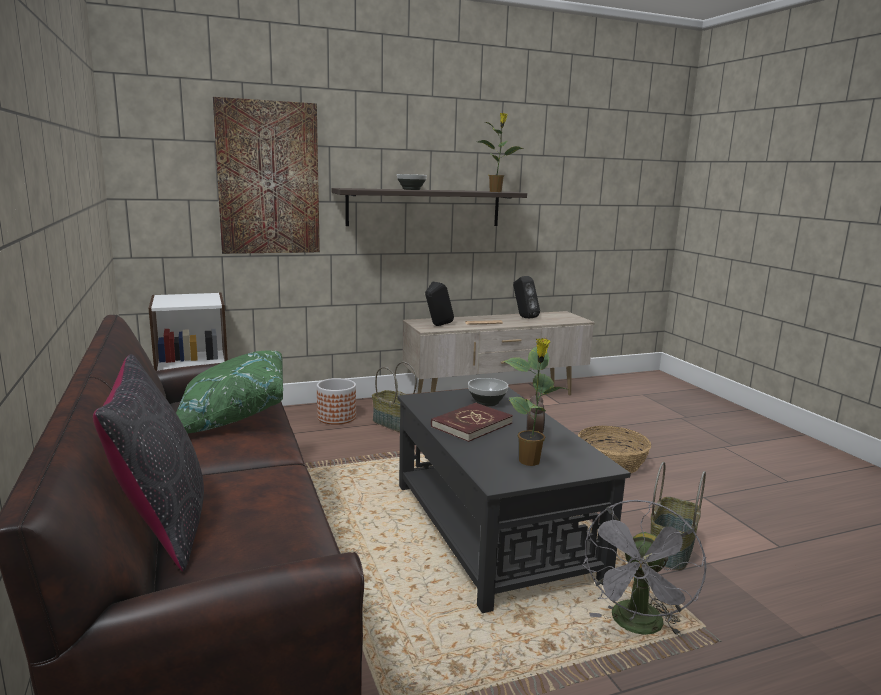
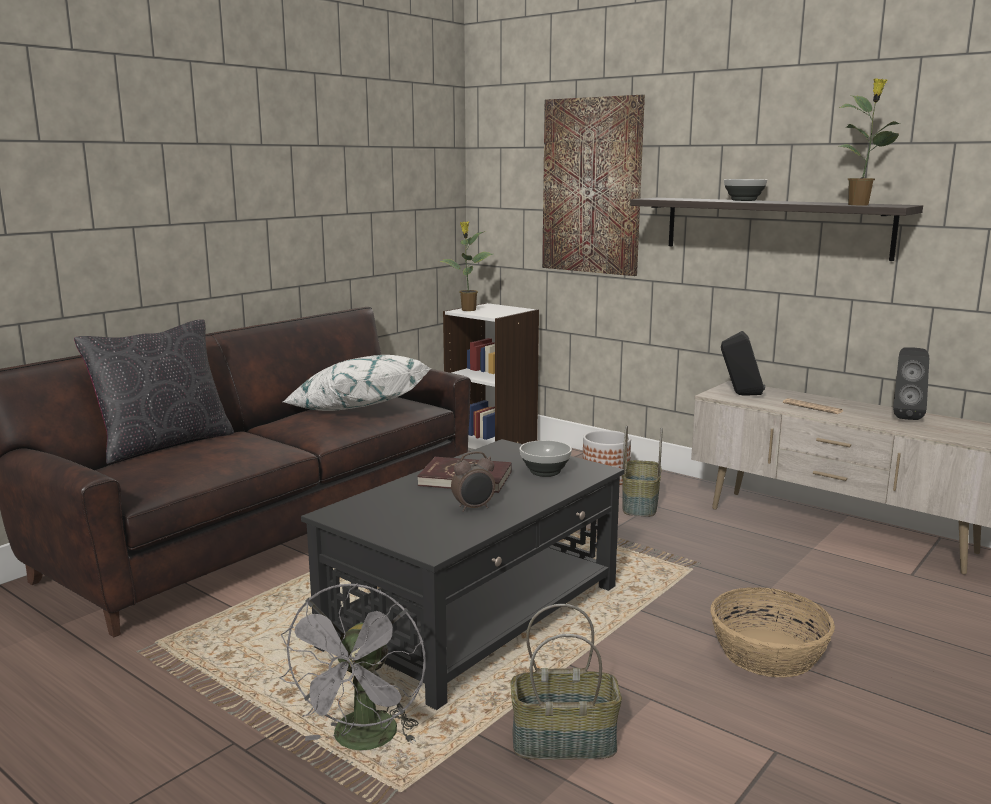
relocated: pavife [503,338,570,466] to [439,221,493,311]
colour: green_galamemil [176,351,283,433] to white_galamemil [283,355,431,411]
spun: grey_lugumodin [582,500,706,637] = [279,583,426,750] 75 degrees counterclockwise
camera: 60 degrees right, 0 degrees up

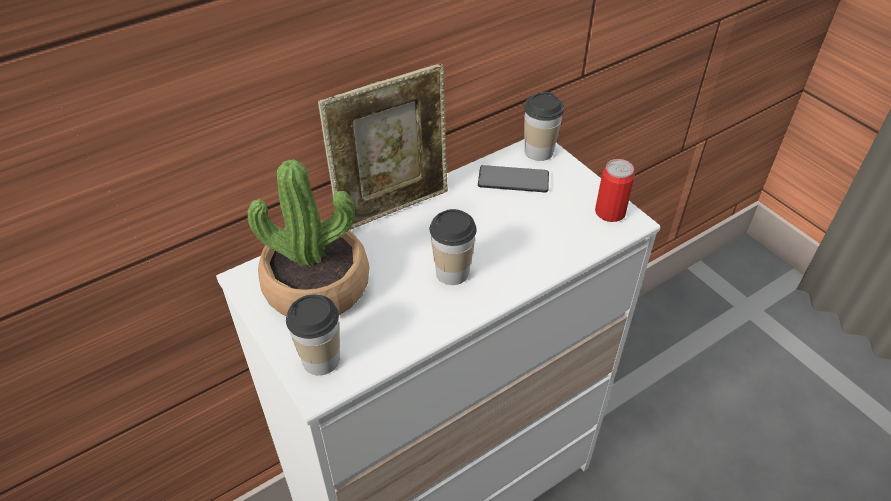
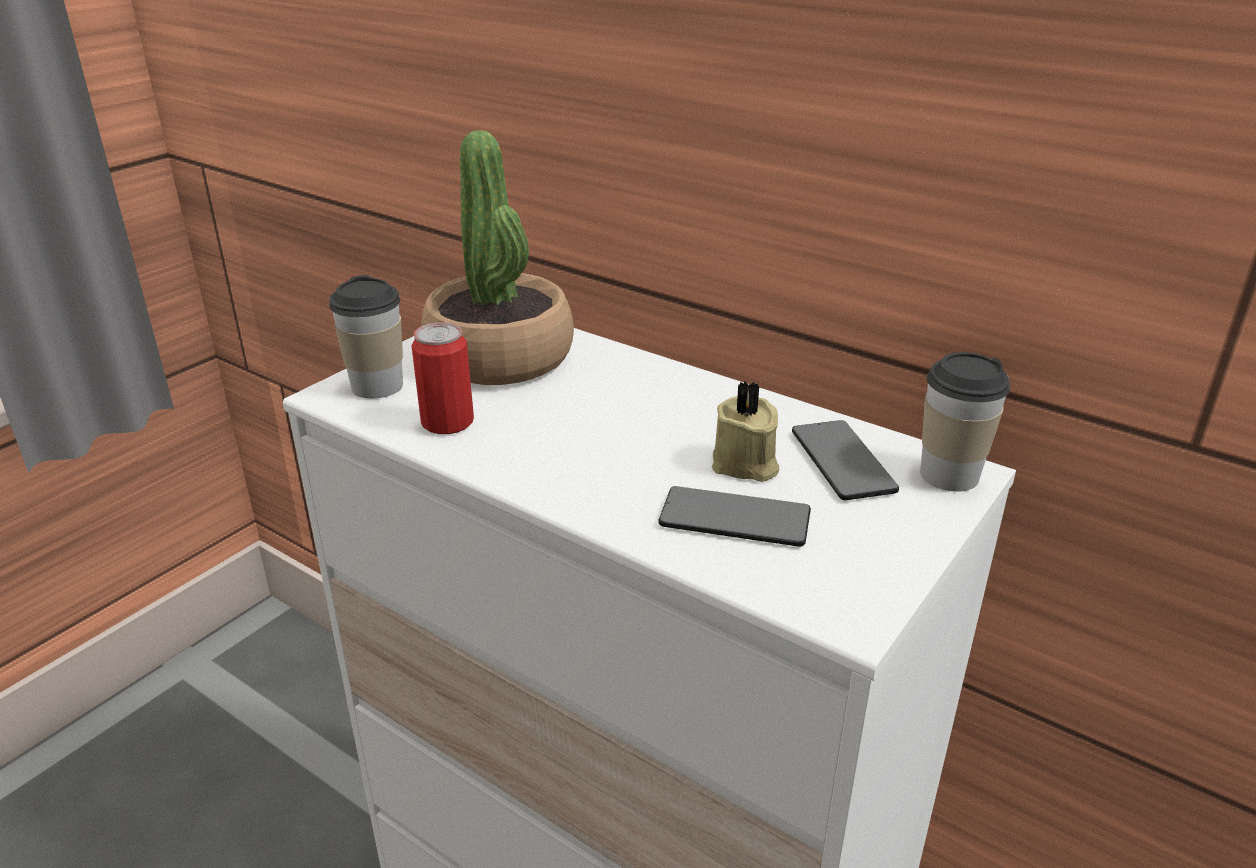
missing: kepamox [318,63,448,230]; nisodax [430,209,477,285]
appeared: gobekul [658,486,811,547]; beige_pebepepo [712,381,779,482]
relocated: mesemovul [595,159,635,222] to [412,322,474,434]
camera: 70 degrees right, 15 degrees down

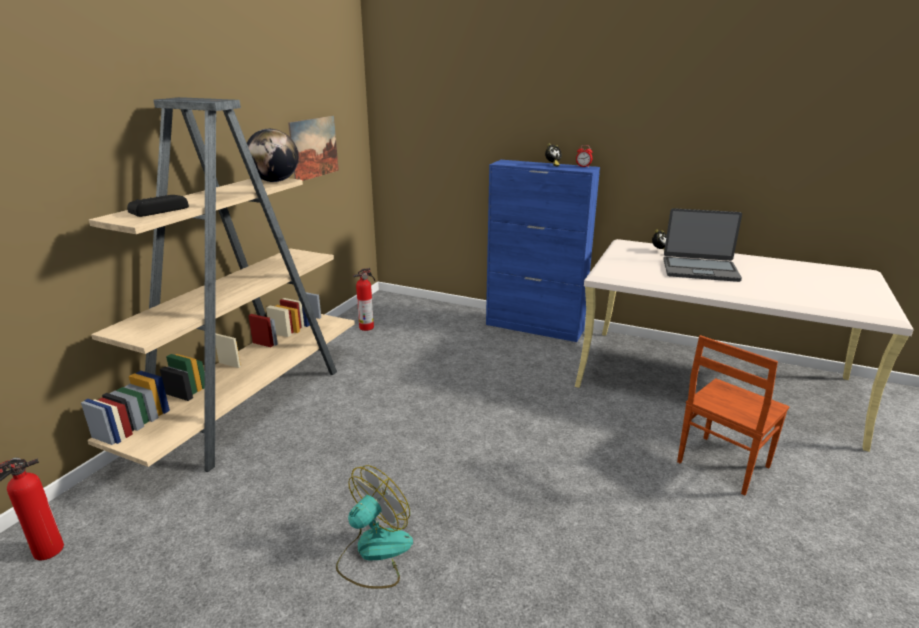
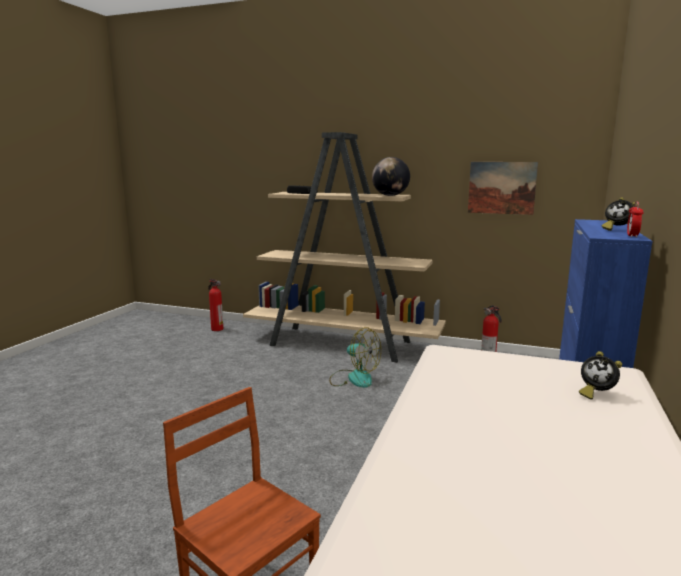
missing: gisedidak [663,208,742,282]
relocated: lugumodin [336,465,413,589] to [329,327,381,388]
camera: 85 degrees right, 10 degrees down

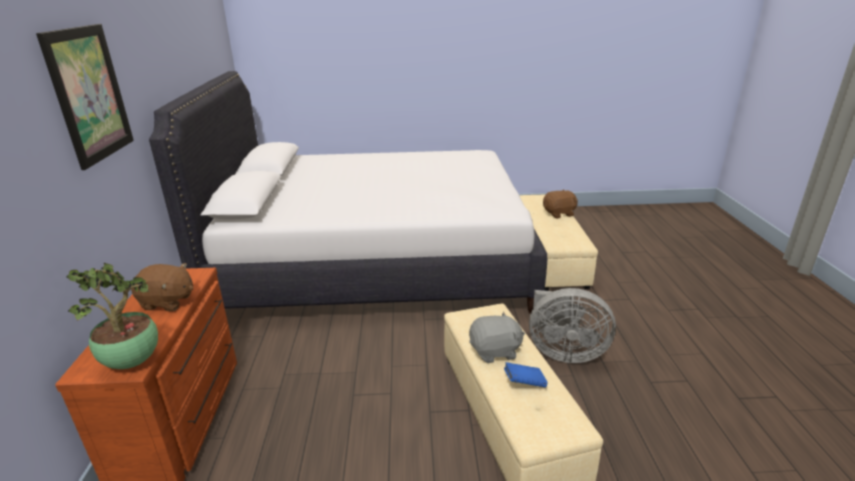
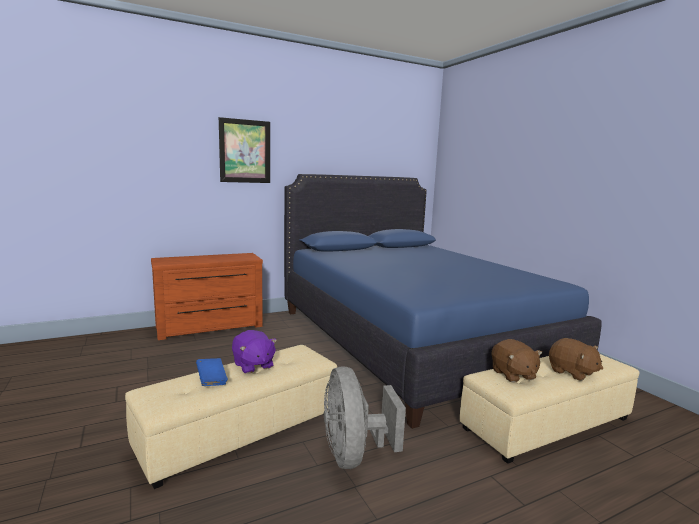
missing: pavife [67,263,158,369]
relocated: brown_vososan [131,263,193,311] to [492,339,542,383]
colour: grey_vososan [469,311,525,363] to purple_vososan [232,330,277,374]; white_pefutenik [149,71,547,314] to blue_pefutenik [284,174,601,429]
camera: 65 degrees right, 15 degrees down

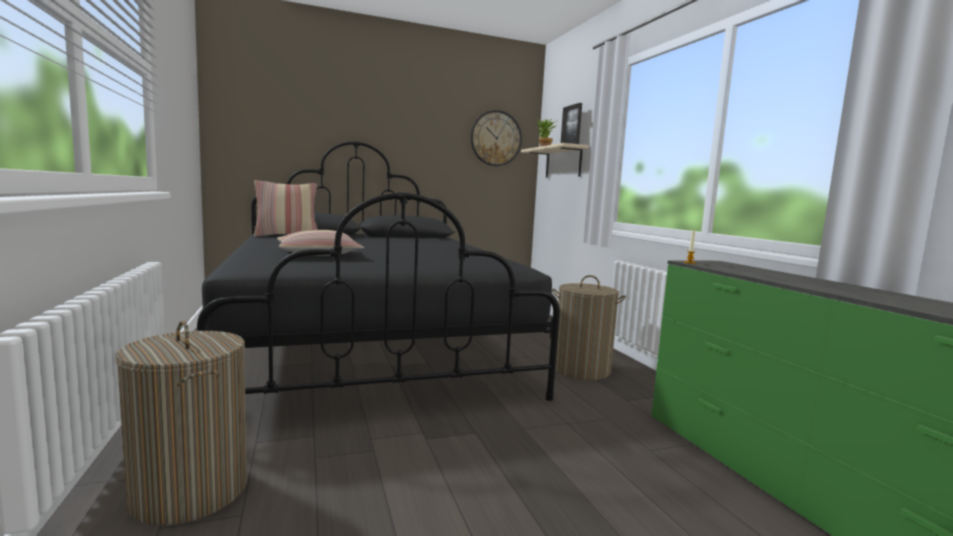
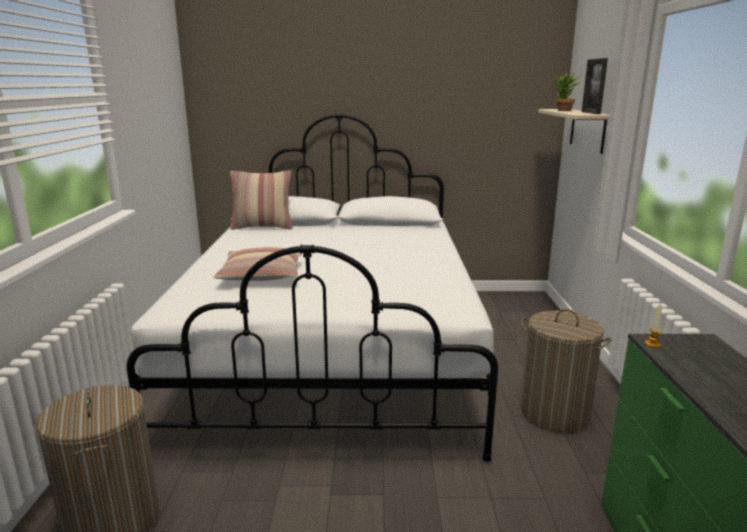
missing: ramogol [470,110,522,166]
colour: black_pefutenik [197,141,560,401] to white_pefutenik [127,114,498,462]
camera: 20 degrees right, 10 degrees up

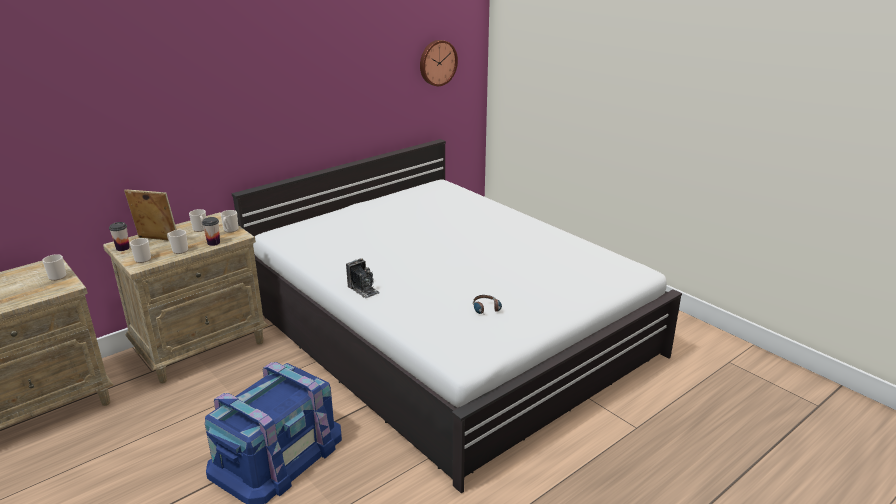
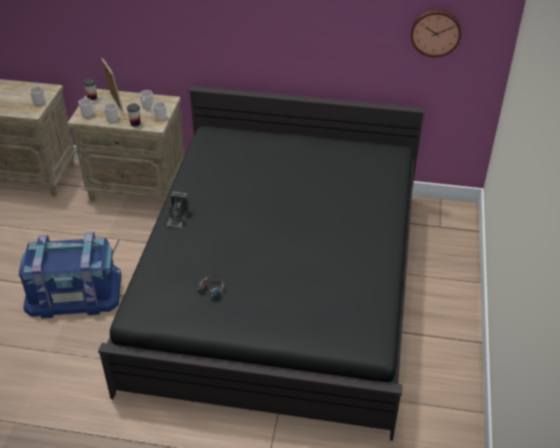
colour: white_pefutenik [232,139,682,493] to black_pefutenik [98,86,425,441]
camera: 50 degrees right, 15 degrees up

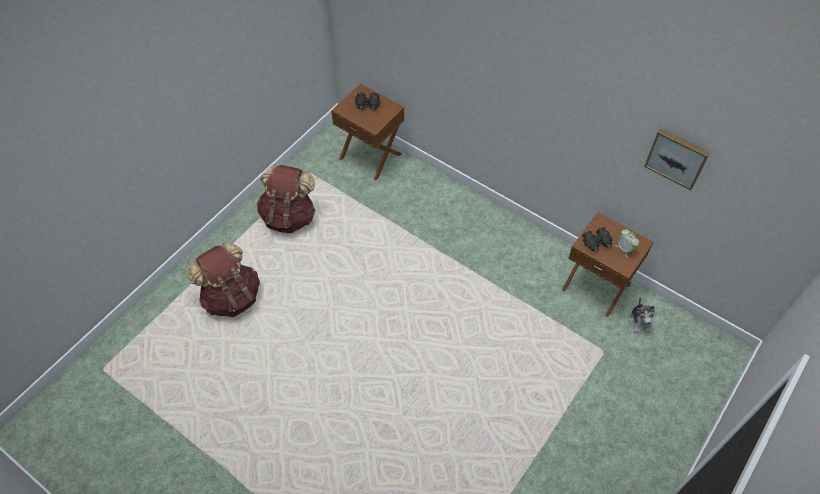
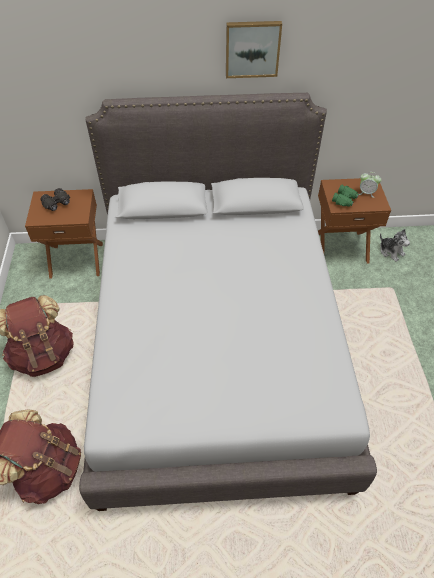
appeared: grey_pefutenik [79,93,377,511]
relocated: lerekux [644,128,710,190] to [226,21,282,78]
colour: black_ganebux [582,227,613,252] to green_ganebux [332,185,359,207]
camera: 40 degrees left, 5 degrees down

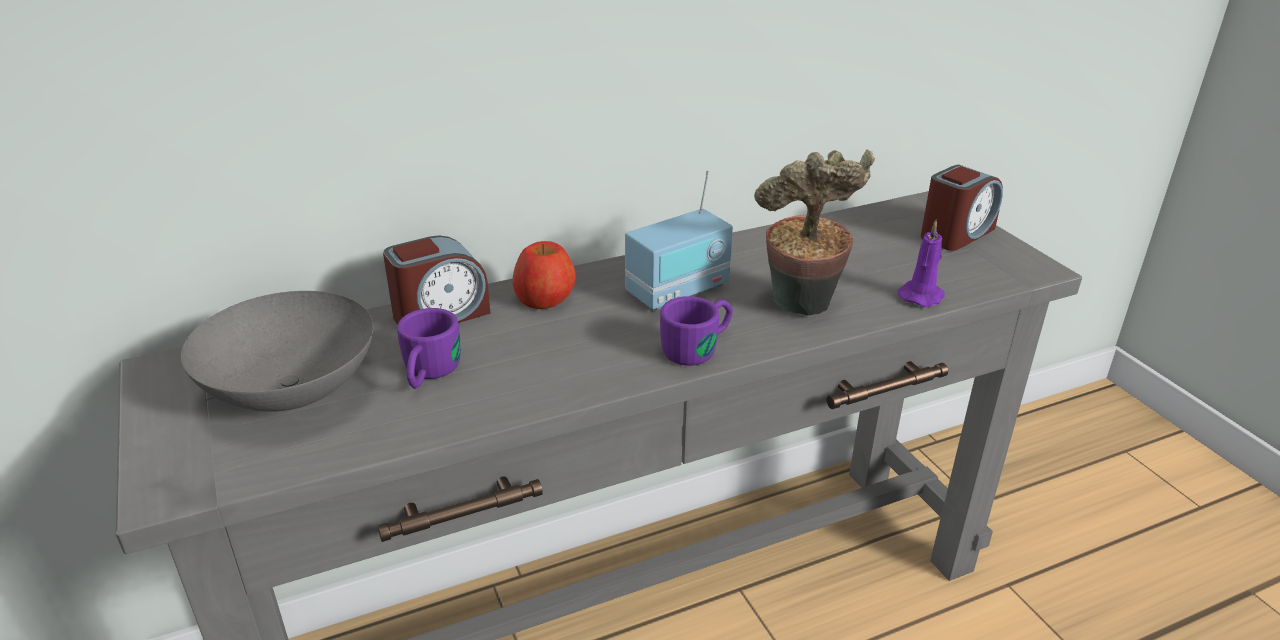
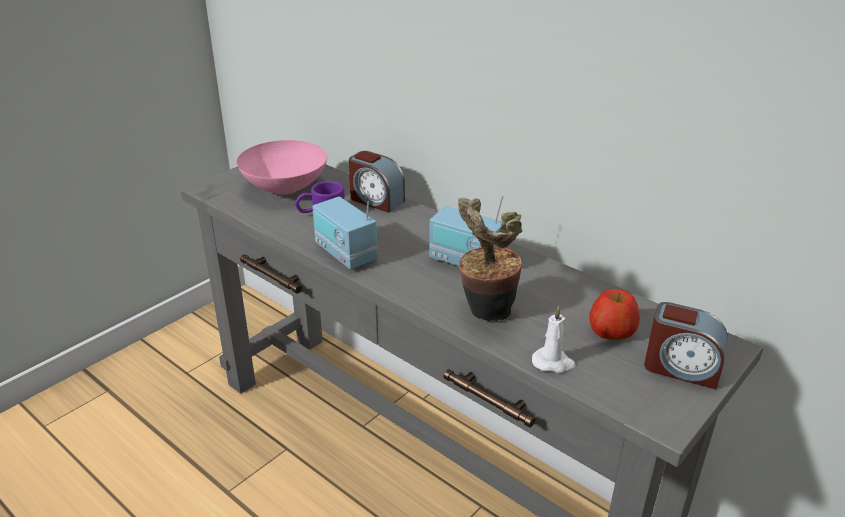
missing: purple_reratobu [660,296,733,366]
appeared: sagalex [312,193,378,270]
relocated: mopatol [513,241,576,309] to [589,289,640,340]
colour: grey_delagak [181,291,374,412] to pink_delagak [237,140,327,195]; purple_pebepepo [898,220,945,307] to white_pebepepo [532,306,575,373]
camera: 65 degrees right, 0 degrees up

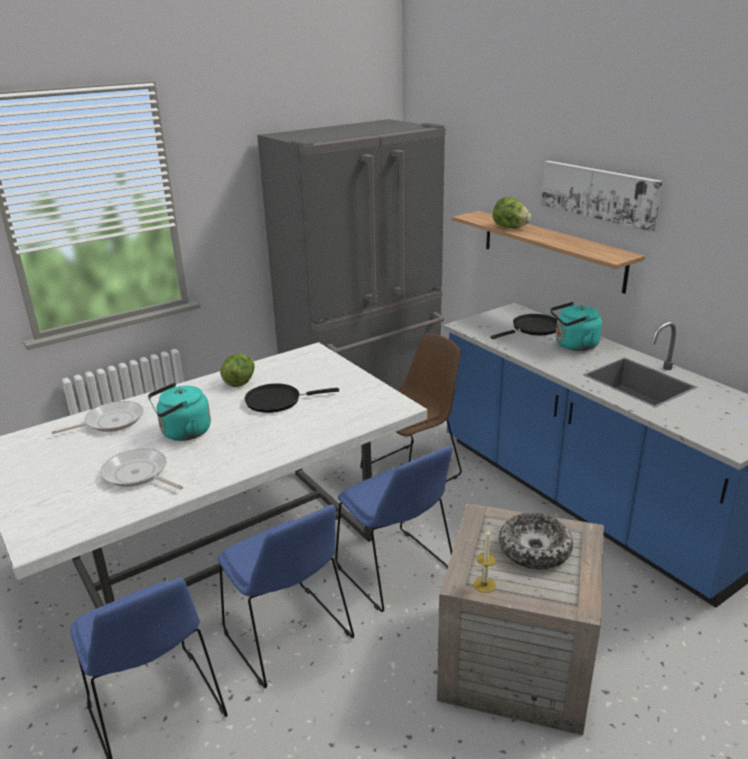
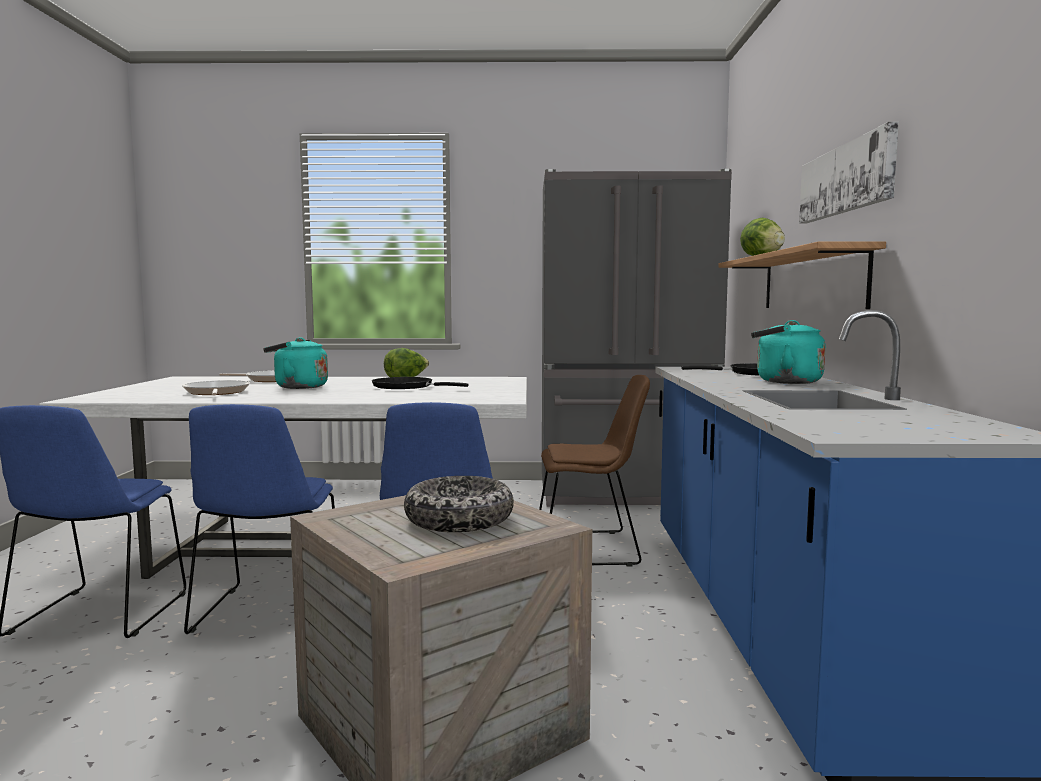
missing: pebepepo [474,529,496,593]
camera: 35 degrees right, 20 degrees down

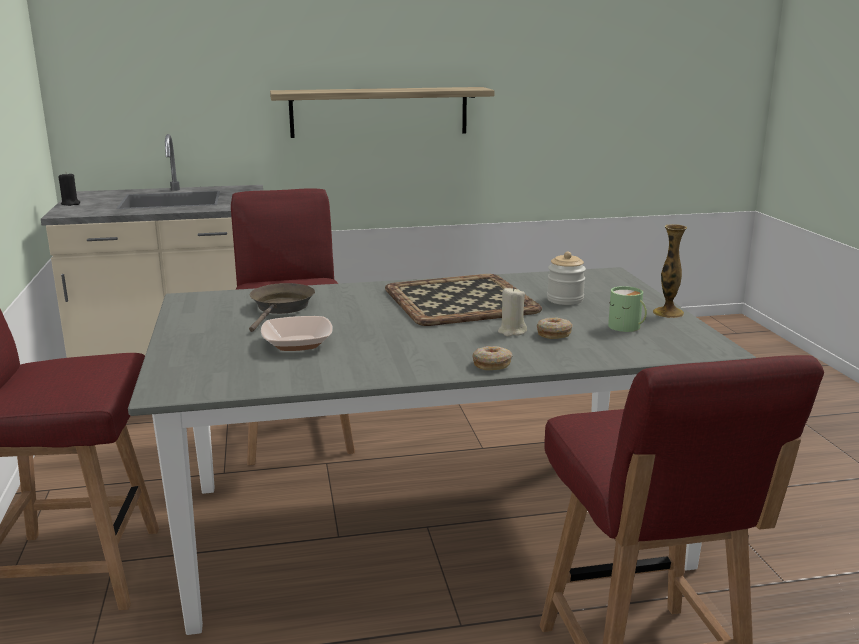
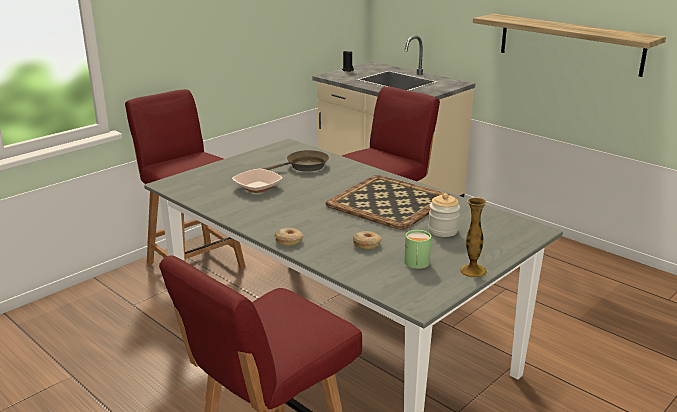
missing: beige_pebepepo [498,287,527,337]
camera: 55 degrees right, 5 degrees up

